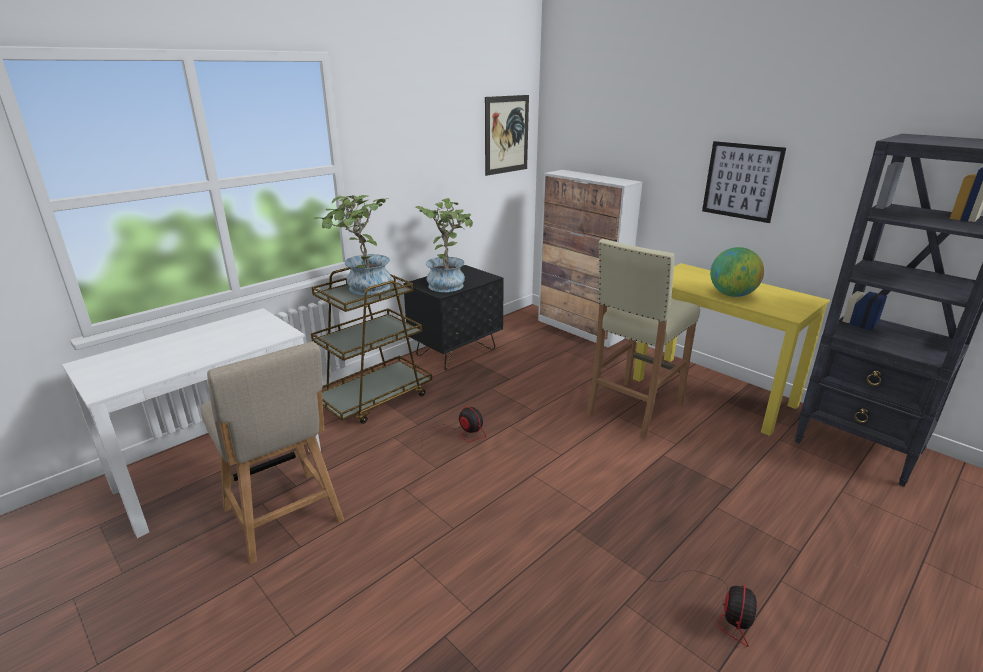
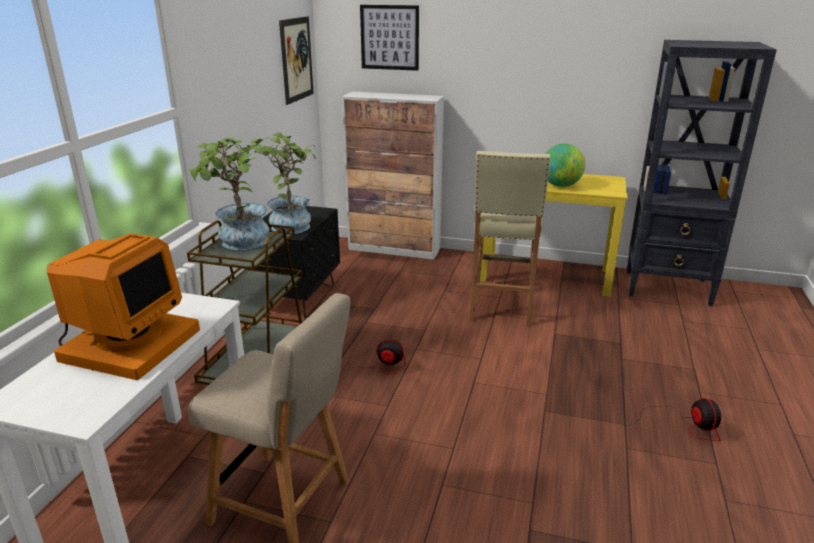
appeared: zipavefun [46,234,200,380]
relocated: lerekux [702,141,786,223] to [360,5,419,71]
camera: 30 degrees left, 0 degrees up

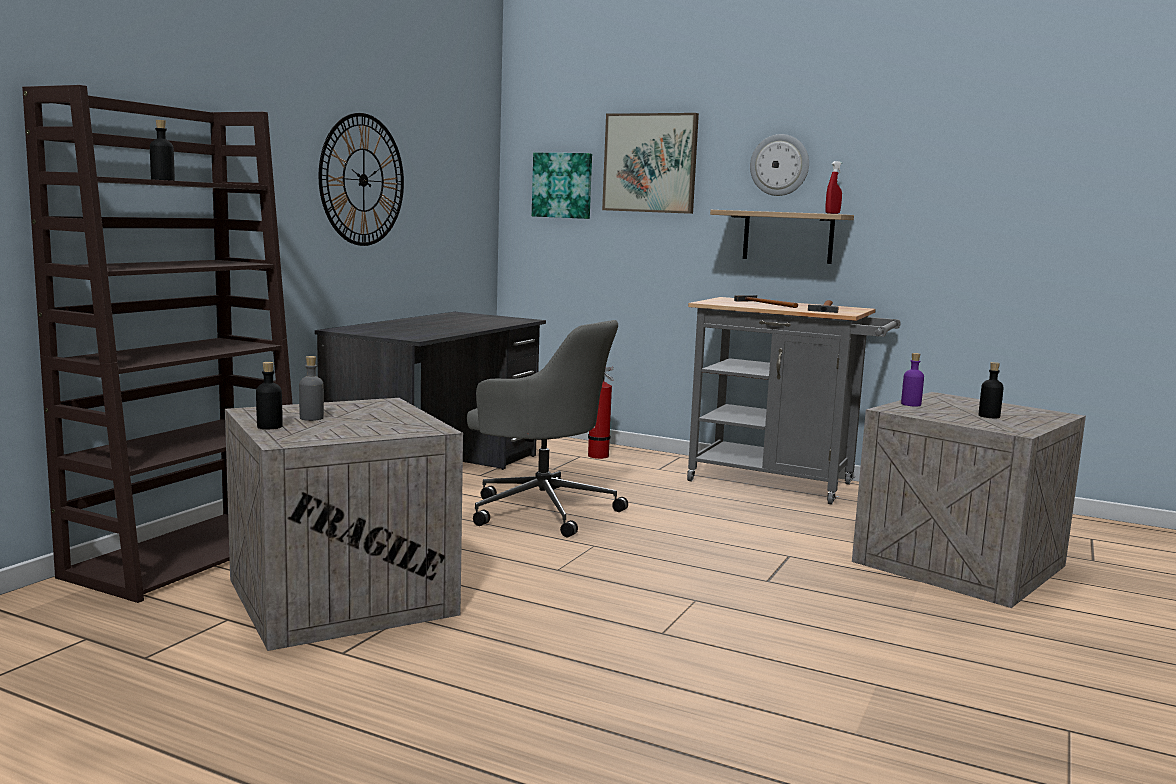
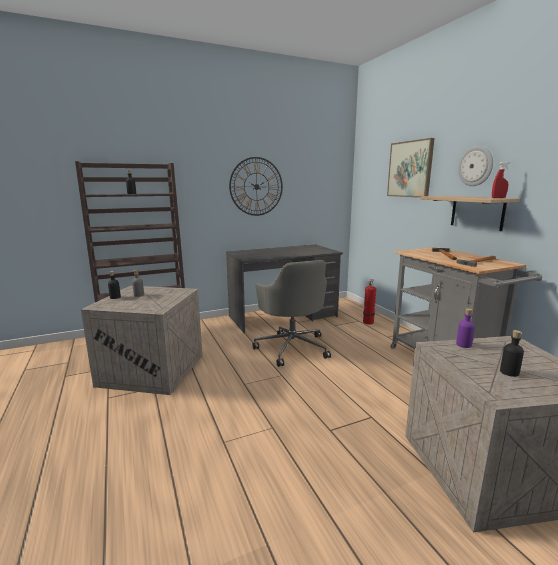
missing: lerekux [532,153,592,219]
camera: 40 degrees right, 5 degrees up

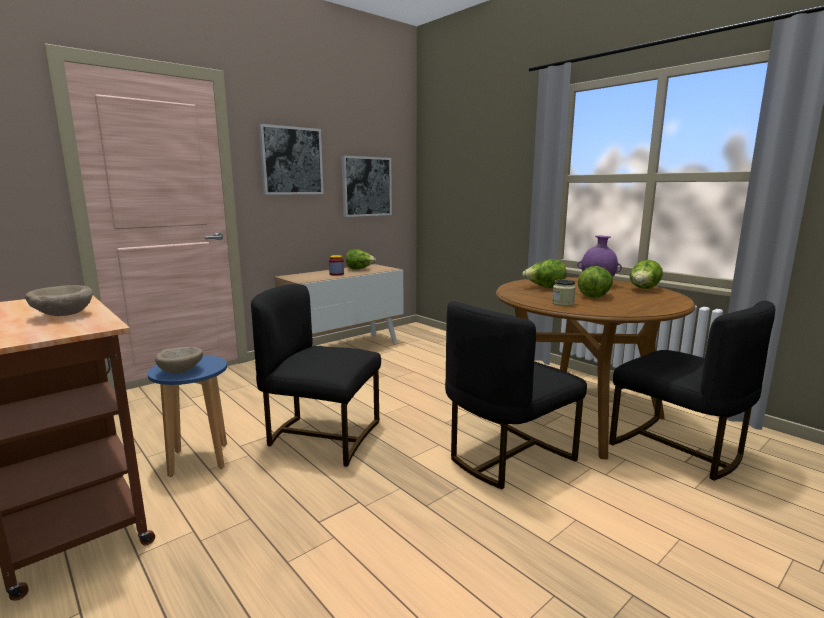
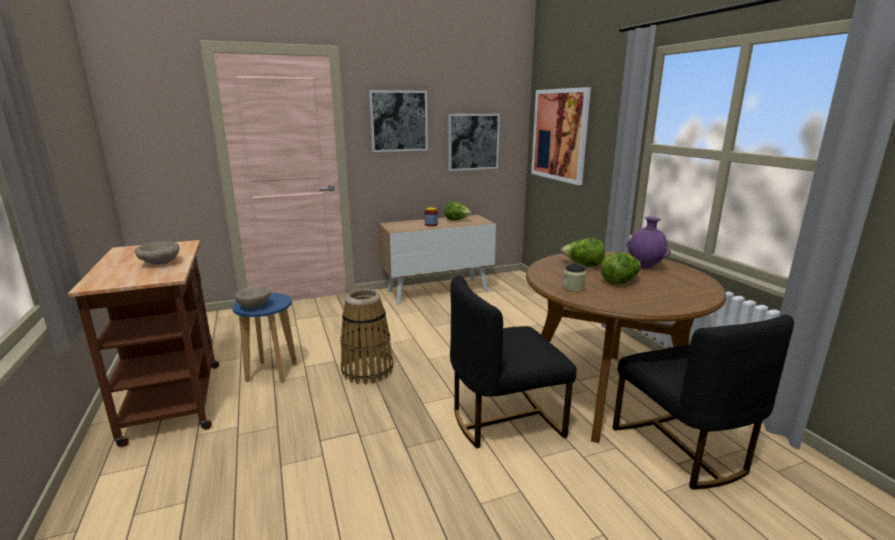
missing: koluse [630,260,663,289]
appeared: lerekux [531,87,591,185]
exchanged: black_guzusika [251,284,381,467] to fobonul [340,289,393,384]
camera: 20 degrees right, 5 degrees up

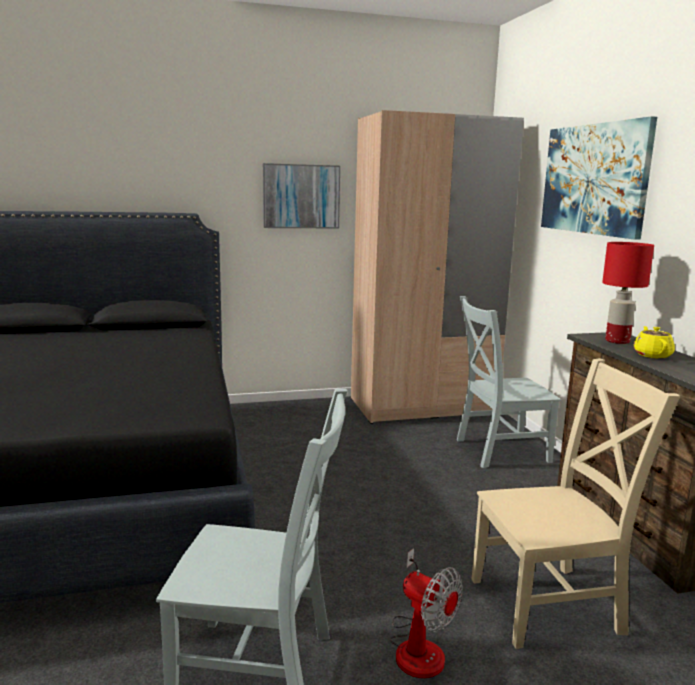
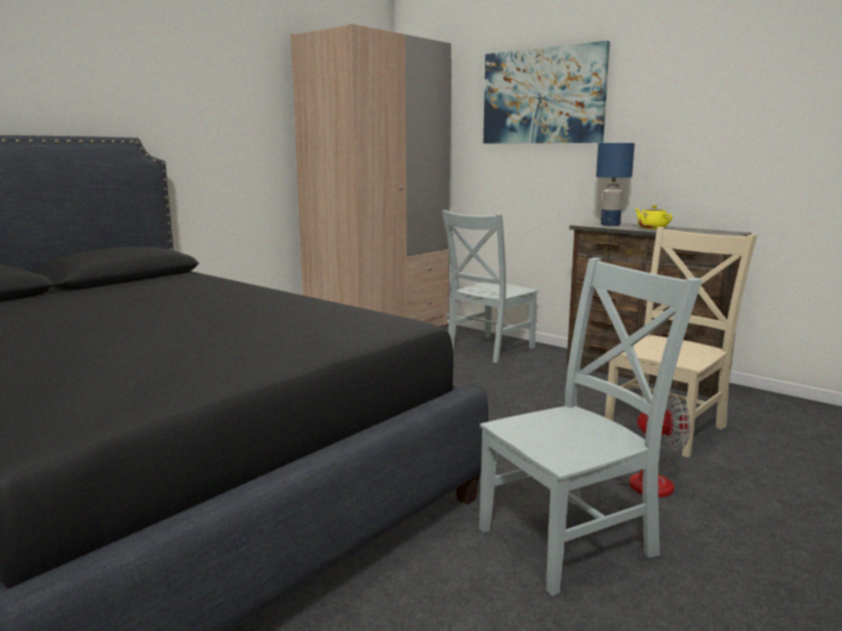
missing: lerekux [263,163,340,228]
colour: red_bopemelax [602,242,654,344] to blue_bopemelax [596,143,635,226]
camera: 35 degrees left, 0 degrees up

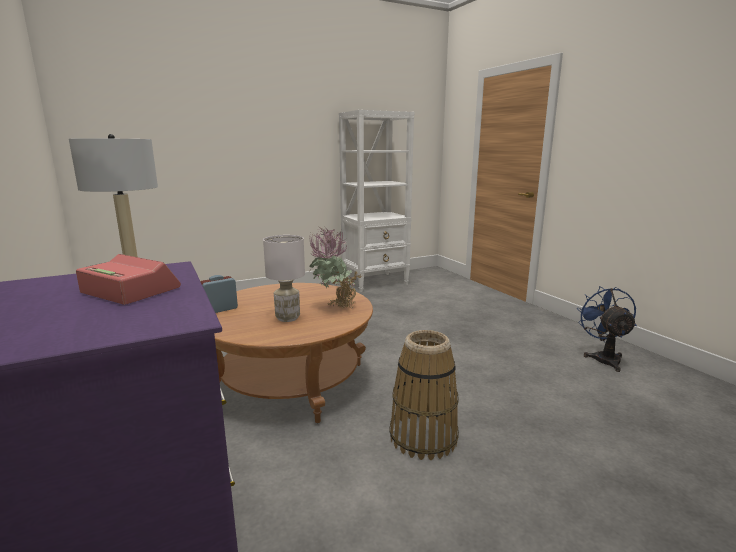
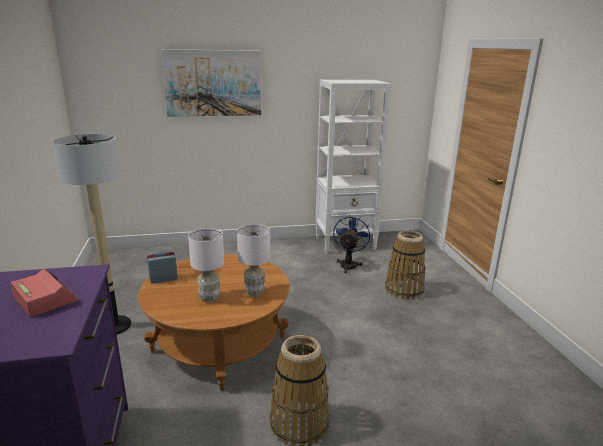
appeared: lerekux [161,49,261,116]; fobonul [385,230,426,300]
relocated: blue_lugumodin [577,286,637,372] to [333,216,371,273]
exchanged: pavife [309,227,361,309] to white_bopemelax [237,224,270,296]
camera: 15 degrees right, 5 degrees up

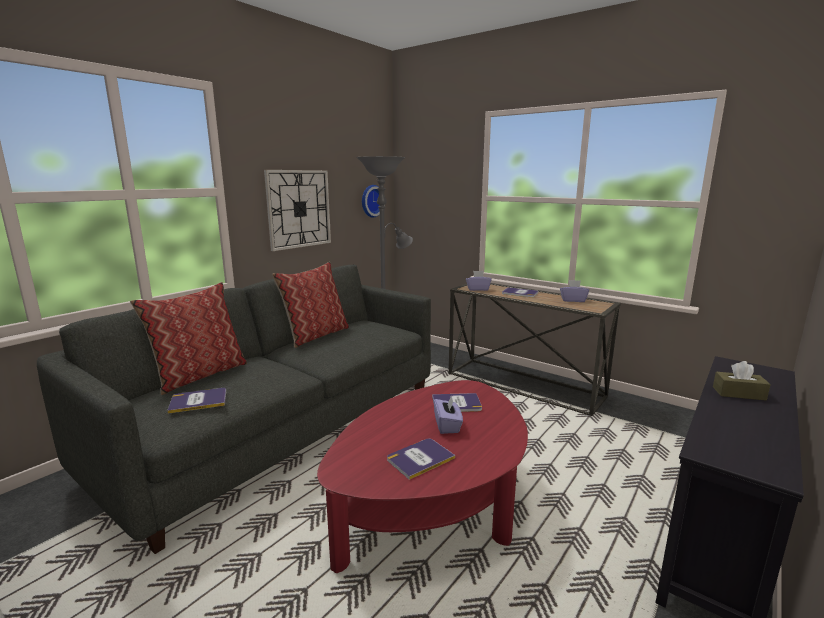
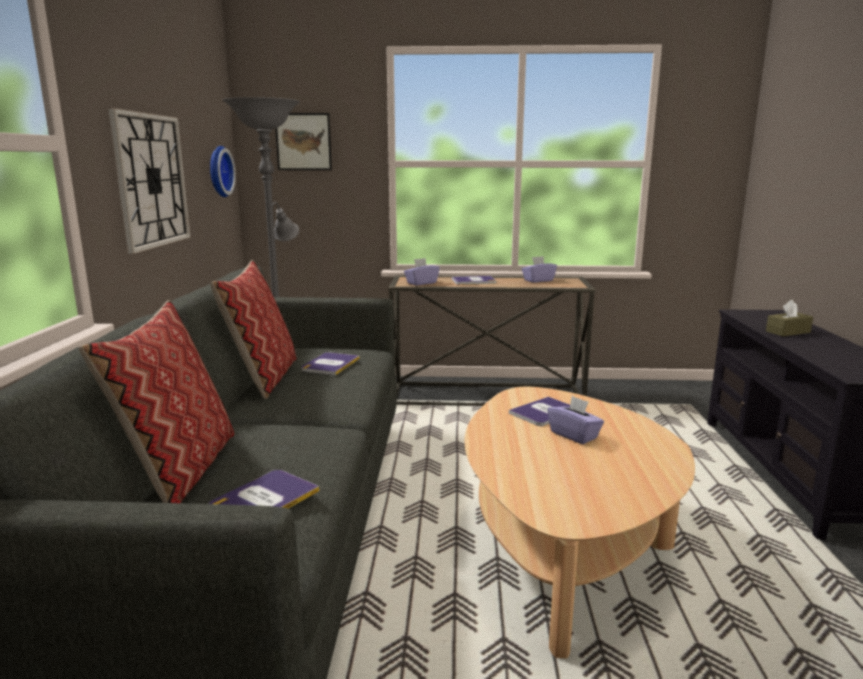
appeared: lerekux [275,113,332,170]
relocated: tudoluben [387,439,455,480] to [302,352,360,375]
colour: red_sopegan [317,380,528,573] to beige_sopegan [465,387,695,658]
camera: 35 degrees left, 0 degrees up

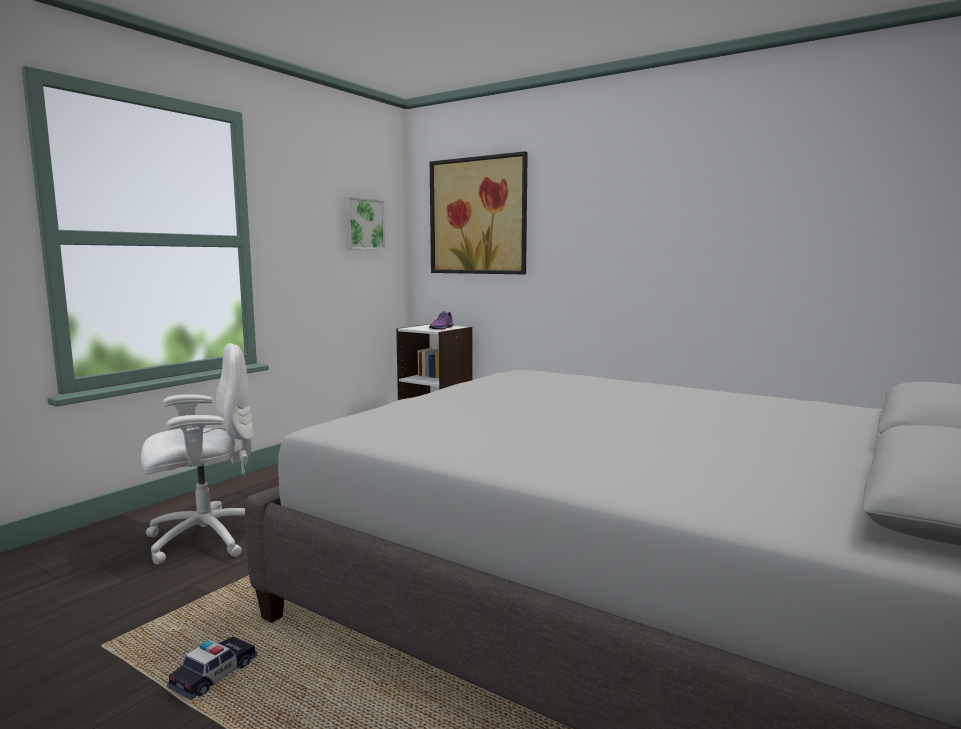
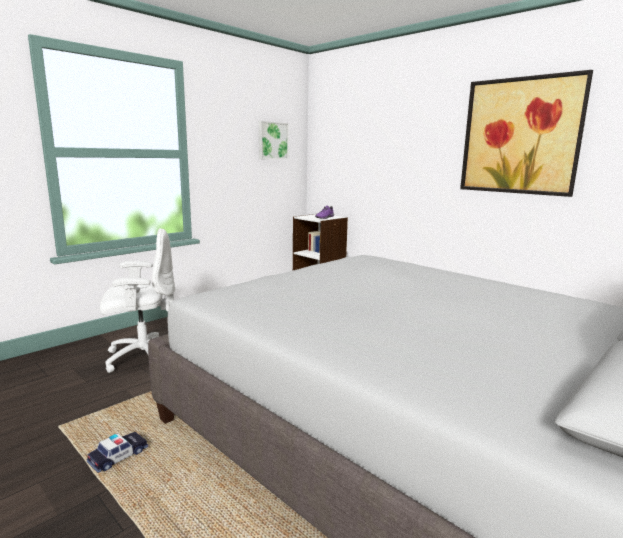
relocated: lerekux [430,151,528,274] to [460,70,593,197]
camera: 10 degrees right, 5 degrees up

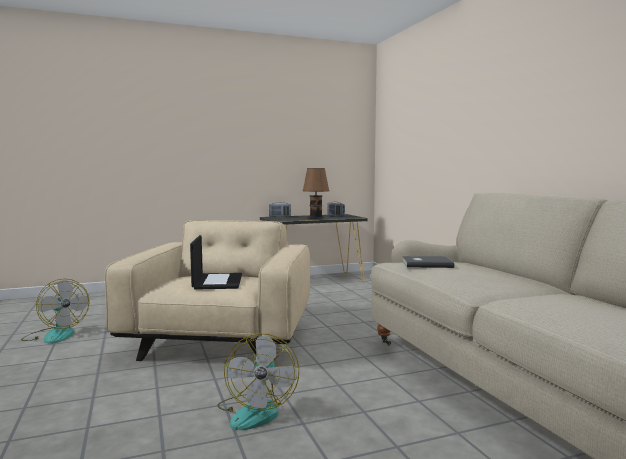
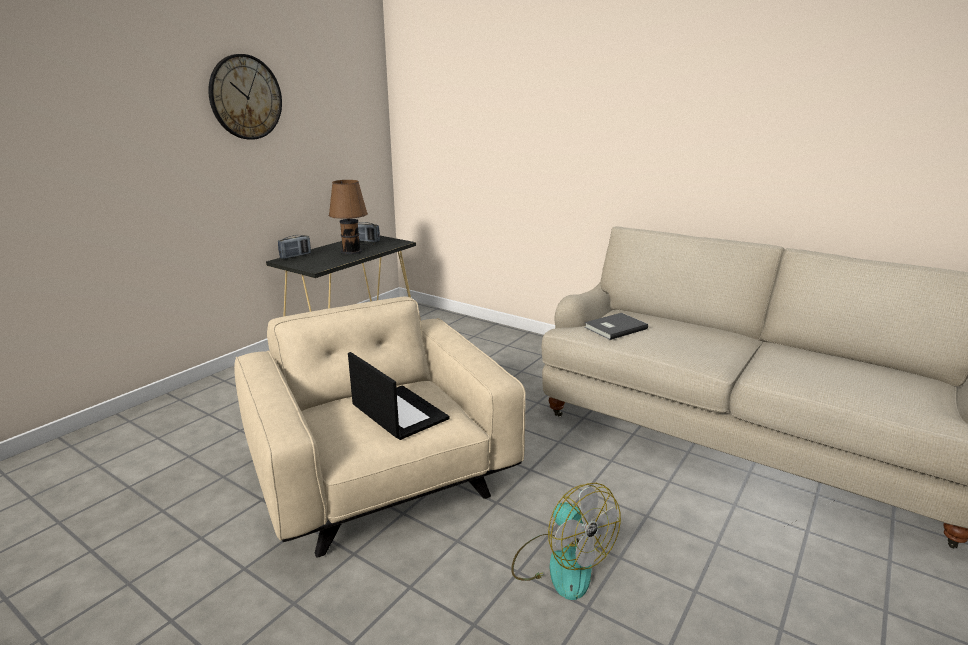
missing: lugumodin [21,279,90,344]
appeared: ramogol [208,54,282,140]
camera: 35 degrees left, 15 degrees up

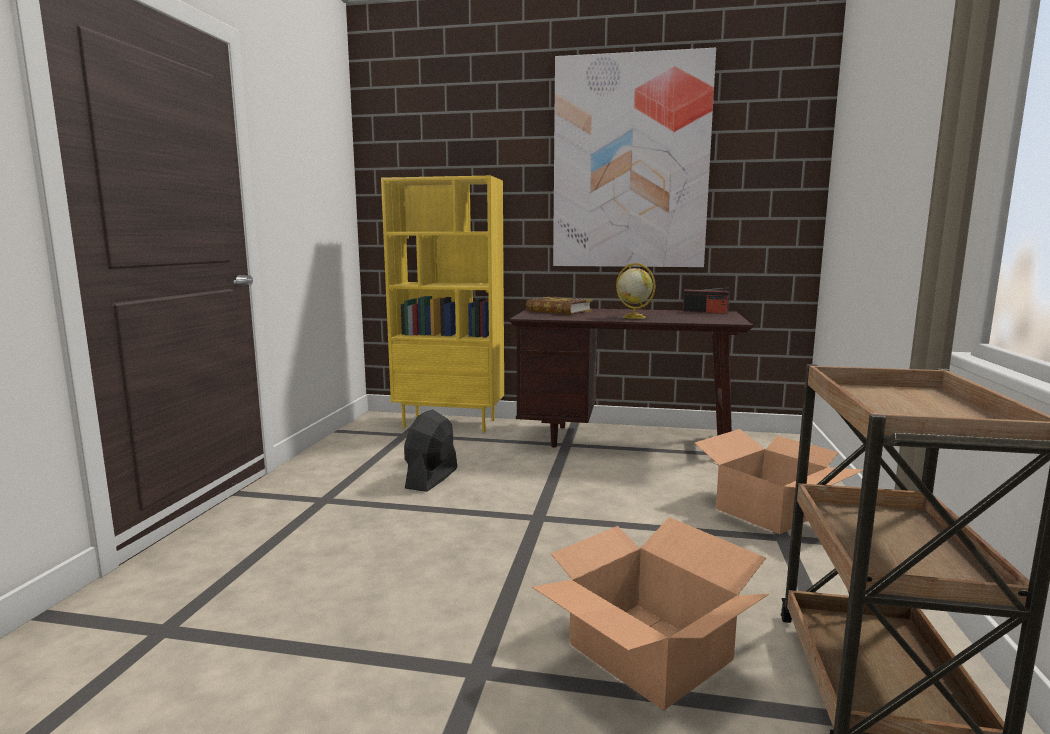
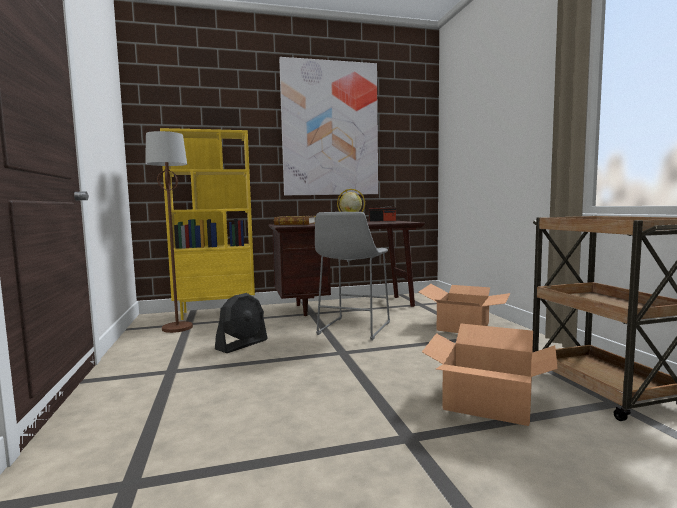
appeared: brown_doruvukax [145,131,193,333]; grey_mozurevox [315,212,390,341]
spun: black_lugumodin [404,409,457,492] = [215,293,268,353] 135 degrees counterclockwise
camera: 25 degrees left, 5 degrees down

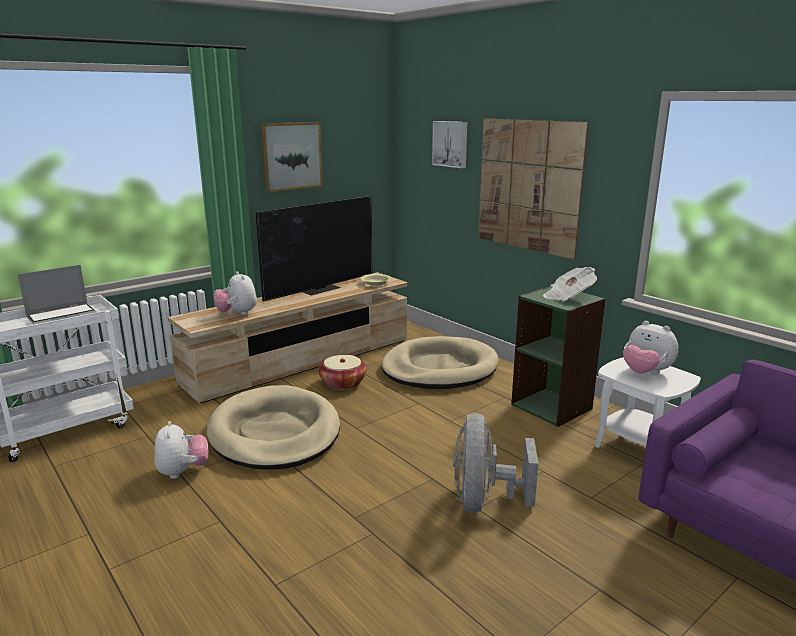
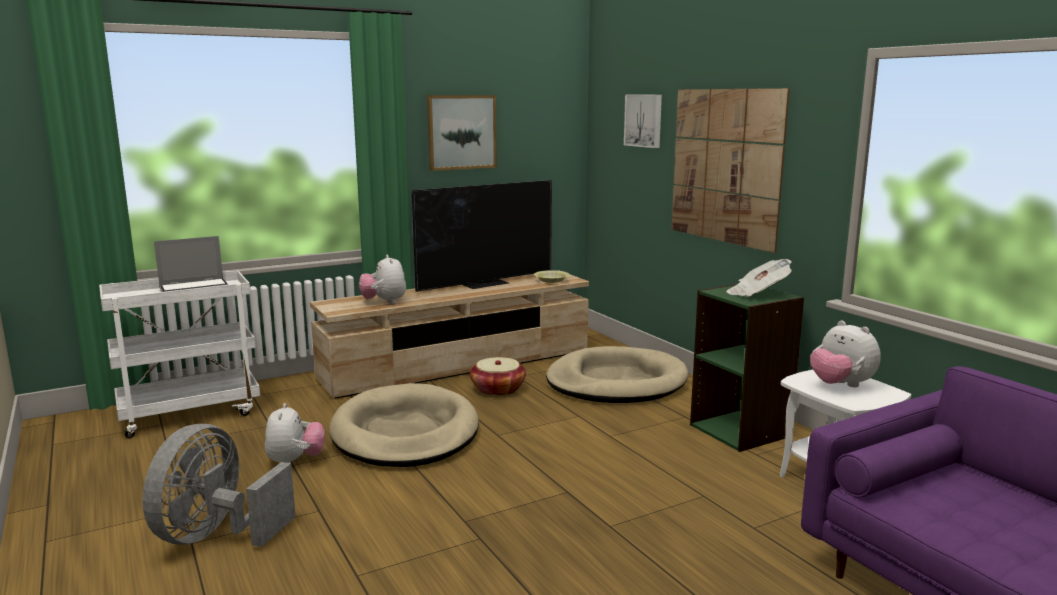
relocated: grey_lugumodin [453,413,538,513] to [142,424,296,547]
camera: 10 degrees right, 5 degrees down

